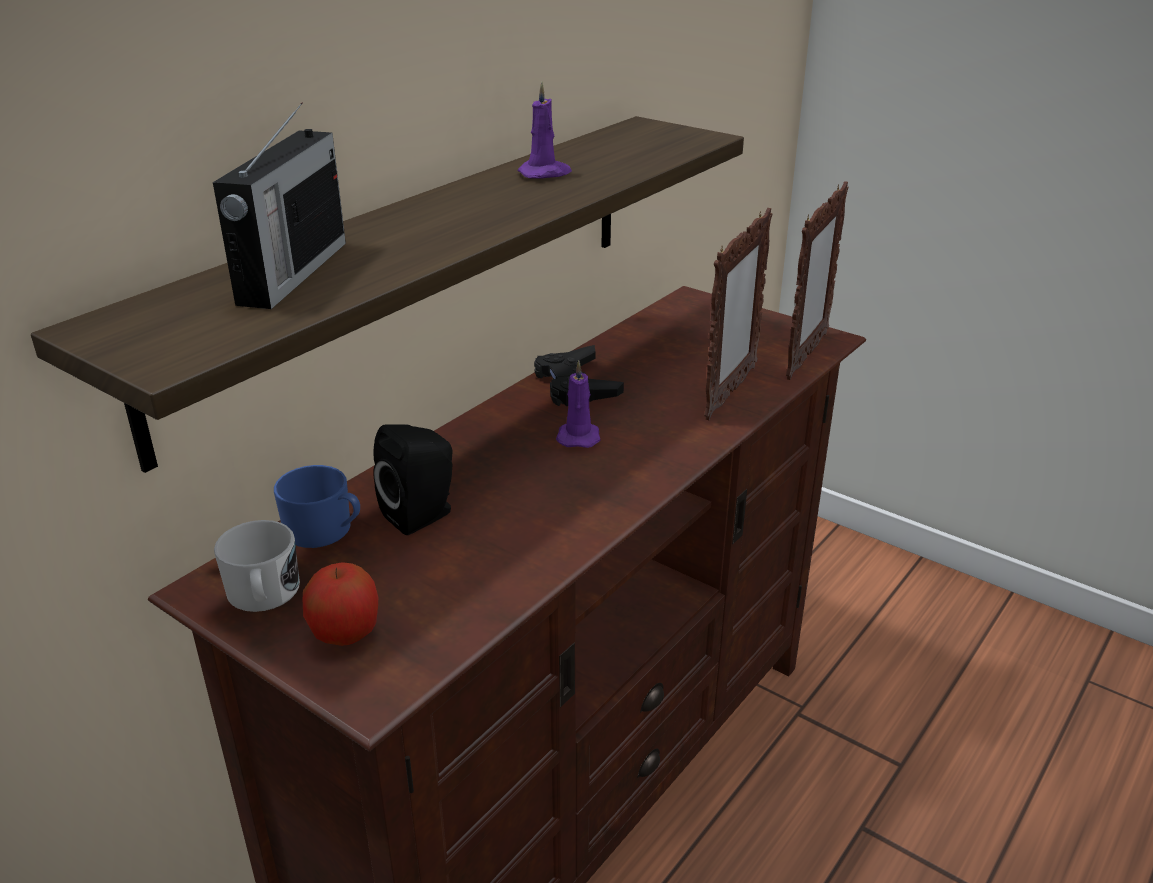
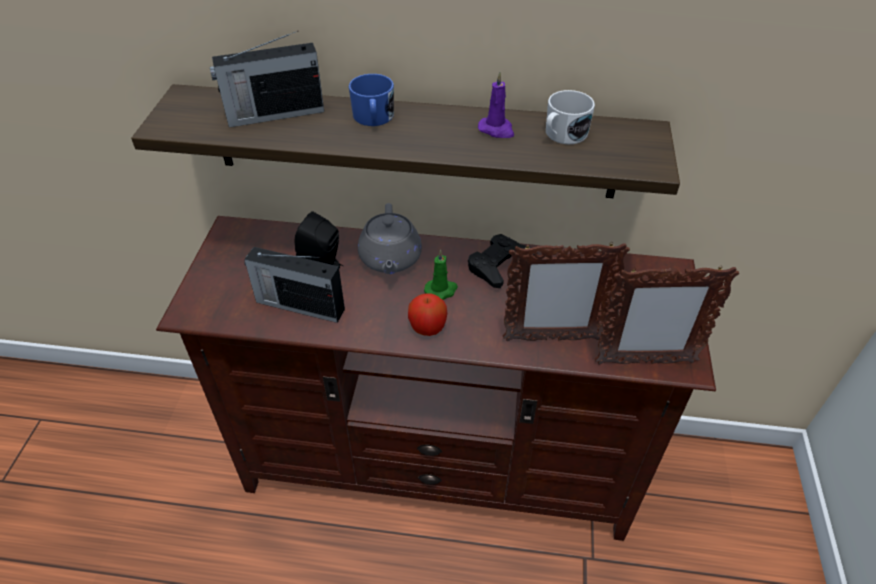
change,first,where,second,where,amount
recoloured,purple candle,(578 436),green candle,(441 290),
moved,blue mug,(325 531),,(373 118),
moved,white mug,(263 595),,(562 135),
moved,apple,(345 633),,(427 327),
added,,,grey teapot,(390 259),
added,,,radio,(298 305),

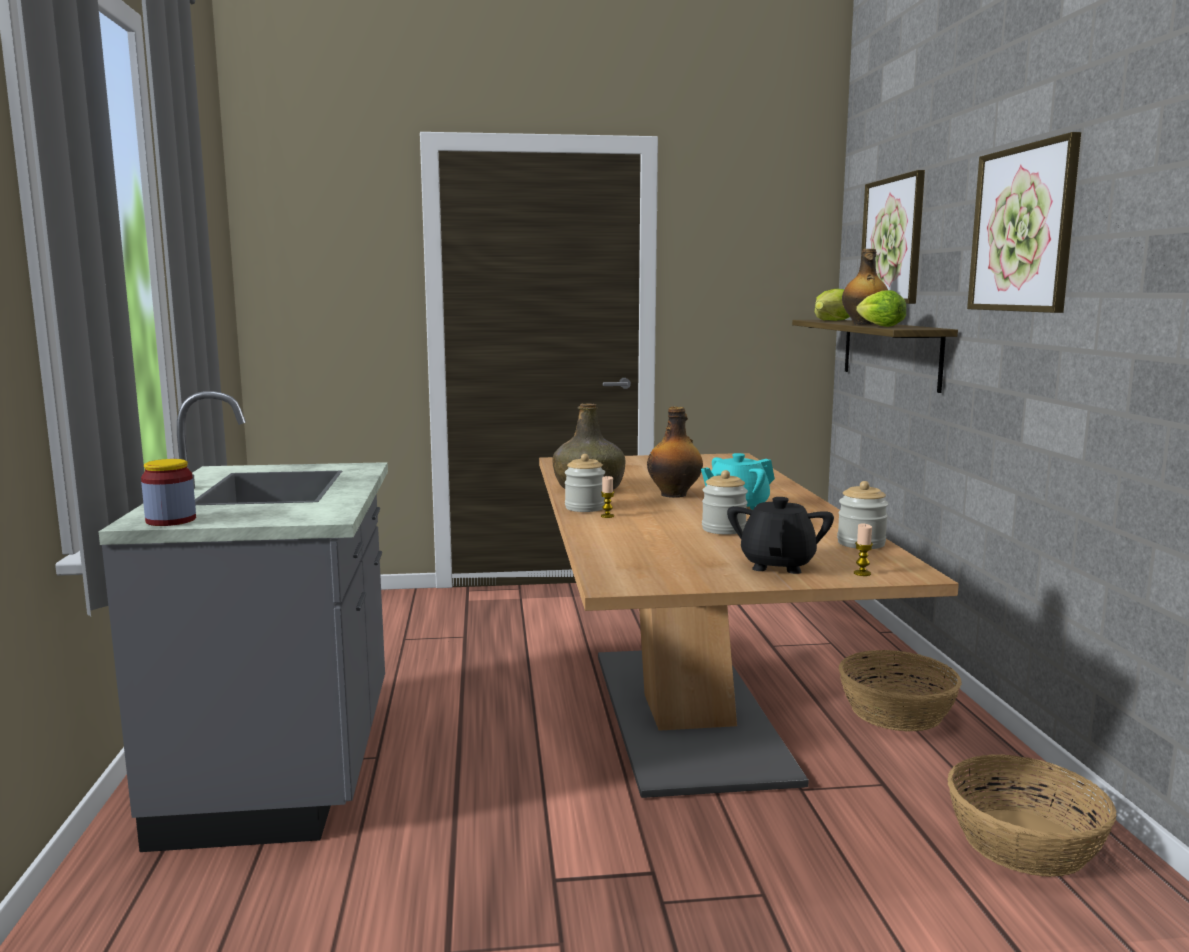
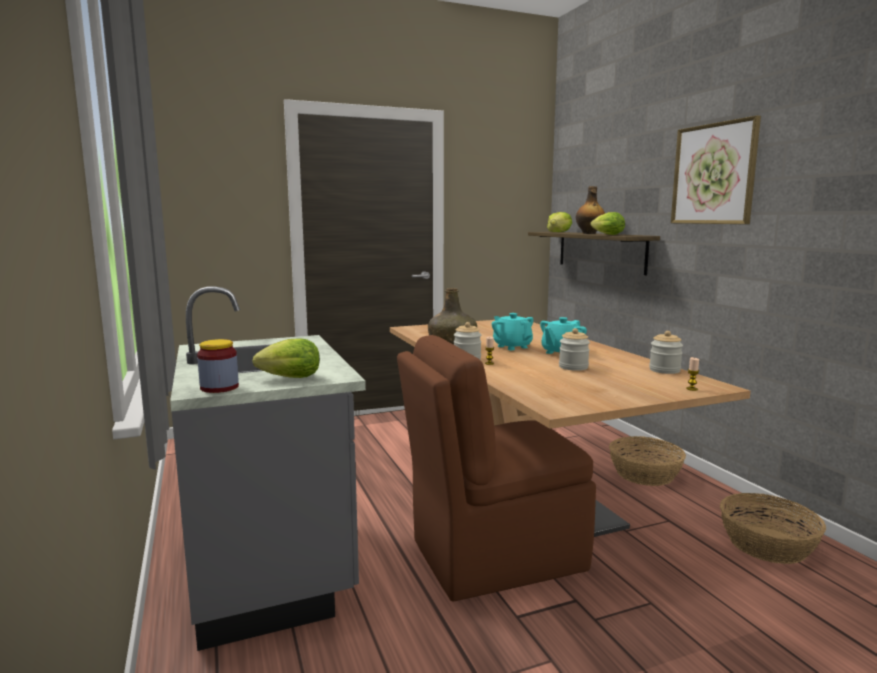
change,first,where,second,where,amount
removed,picture,(892 241),,,
replaced,bottle,(674 494),turquoise teapot,(512 346),
removed,black teapot,(778 565),,,
added,,,brown chair,(493 555),
added,,,lettuce,(287 378),

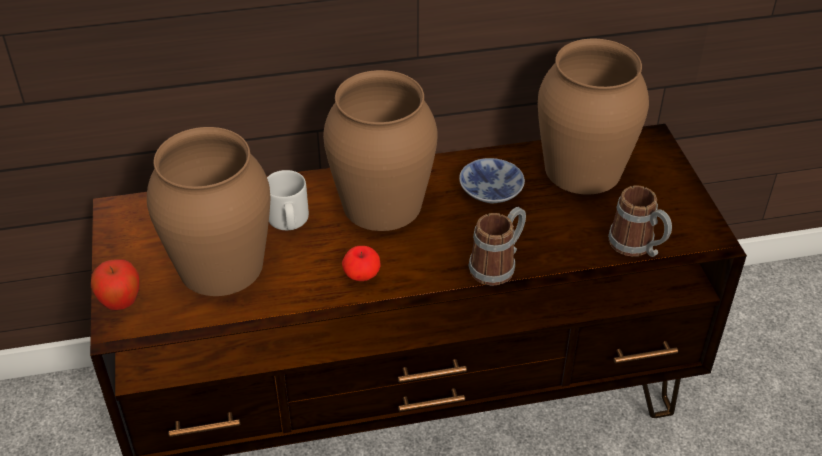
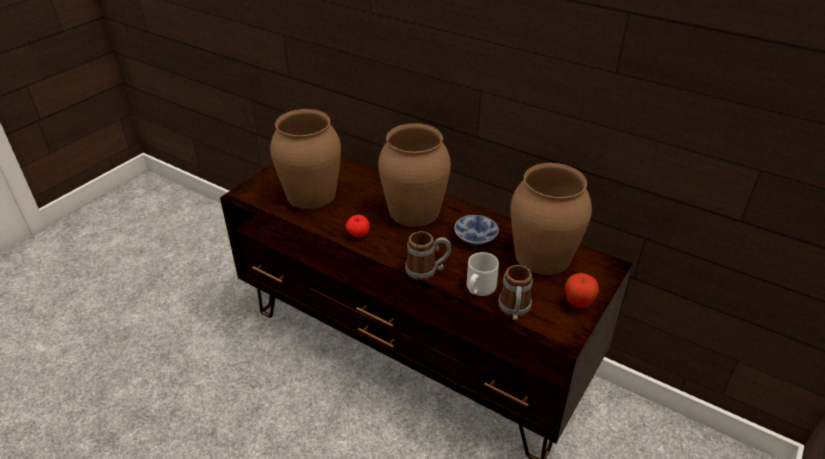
change,first,where,second,where,amount
moved,grey mug,(288 221),,(479 288),
moved,apple,(121 303),,(578 304),

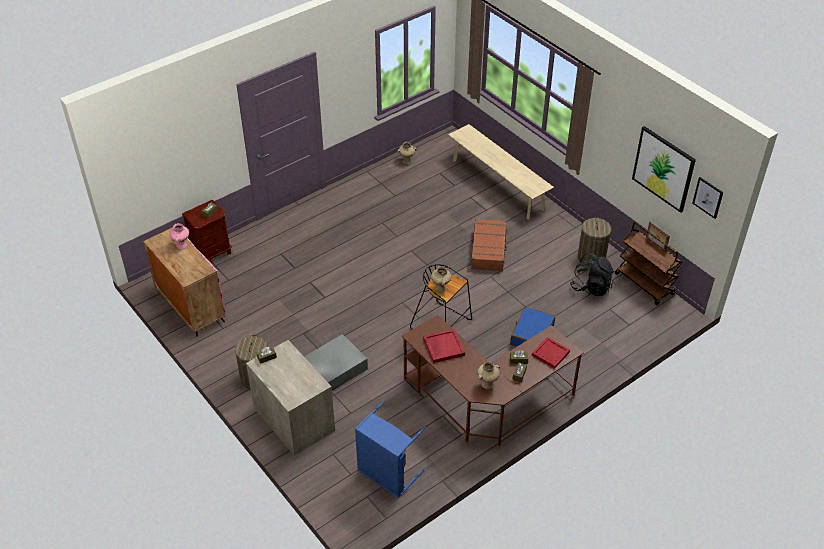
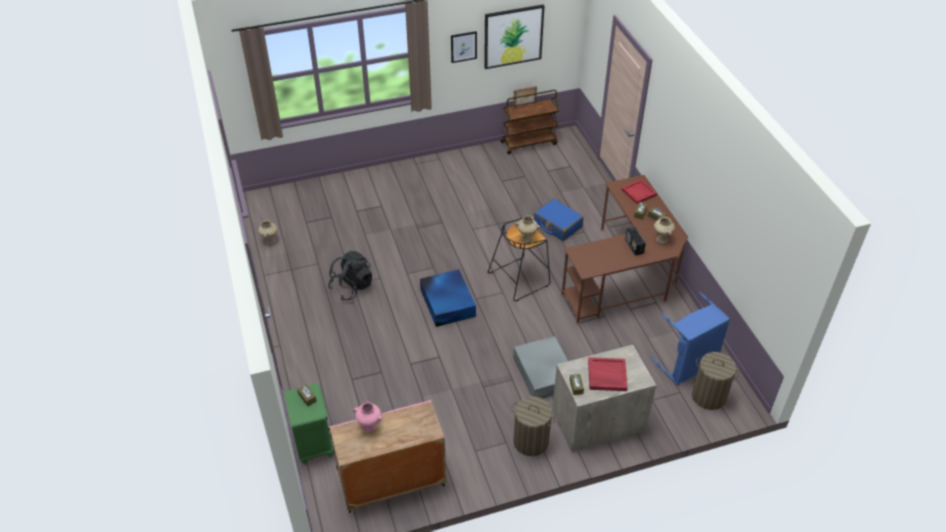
change,first,where,second,where,amount
removed,beige bench,(497 184),,,
moved,picture,(708 197),,(463 46),
recoloured,brown nightstand,(212 253),green nightstand,(314 444),
moved,laundry basket,(591 257),,(709 396),
removed,brown suitcase,(489 250),,,
moved,black backpack,(591 287),,(351 287),
moved,red tray,(443 347),,(606 376),
added,,,radio,(634 247),
added,,,blue storage box,(447 302),

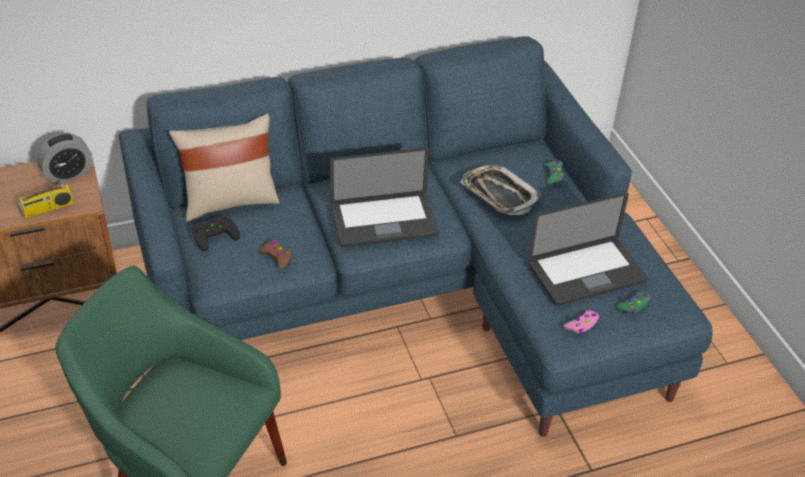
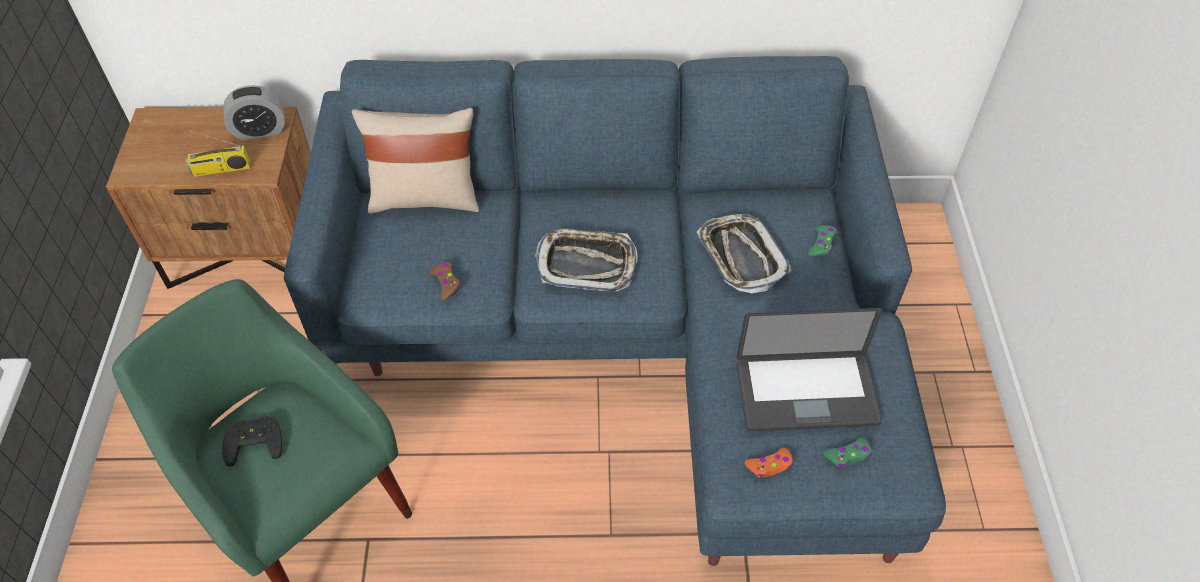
change,first,where,second,where,amount
replaced,laptop,(384 222),tray,(586 264),
moved,black game controller,(214 233),,(255 439),
recoloured,pink game controller,(582 325),orange game controller,(769 466),

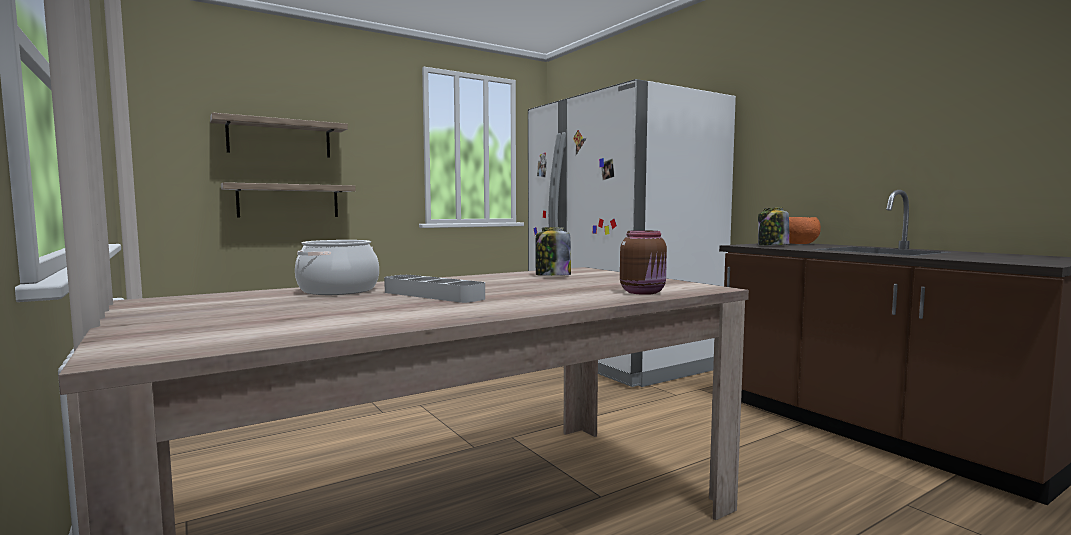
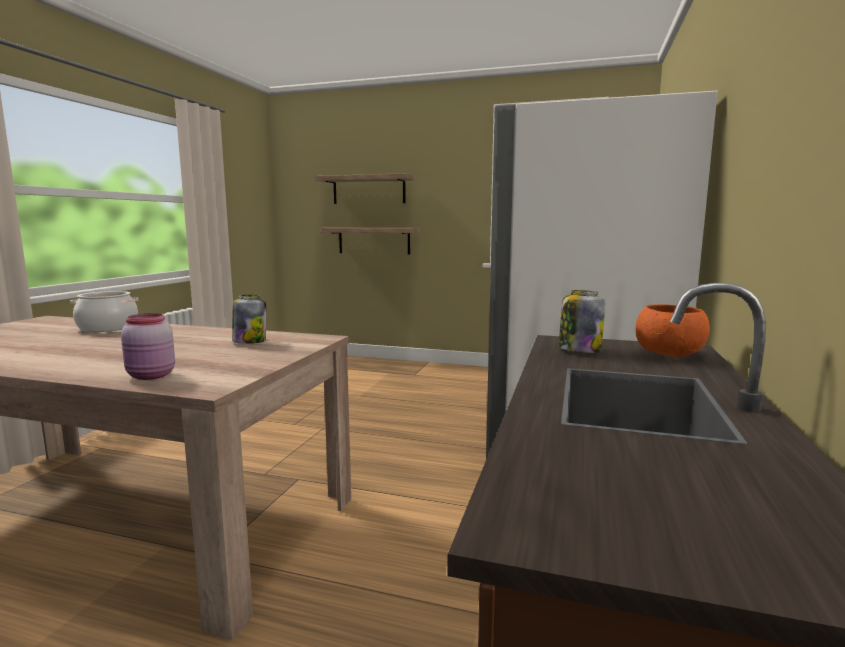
change,first,where,second,where,amount
recoloured,brown jar,(644 292),pink jar,(151 376),
removed,grey tray,(433 295),,,

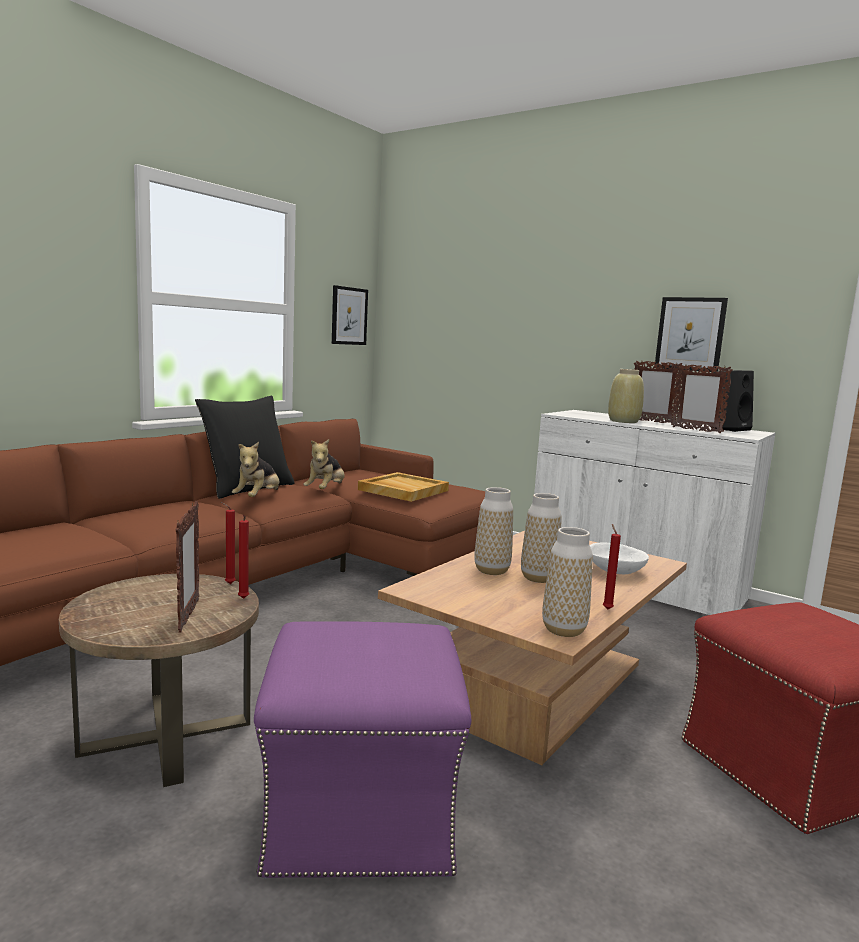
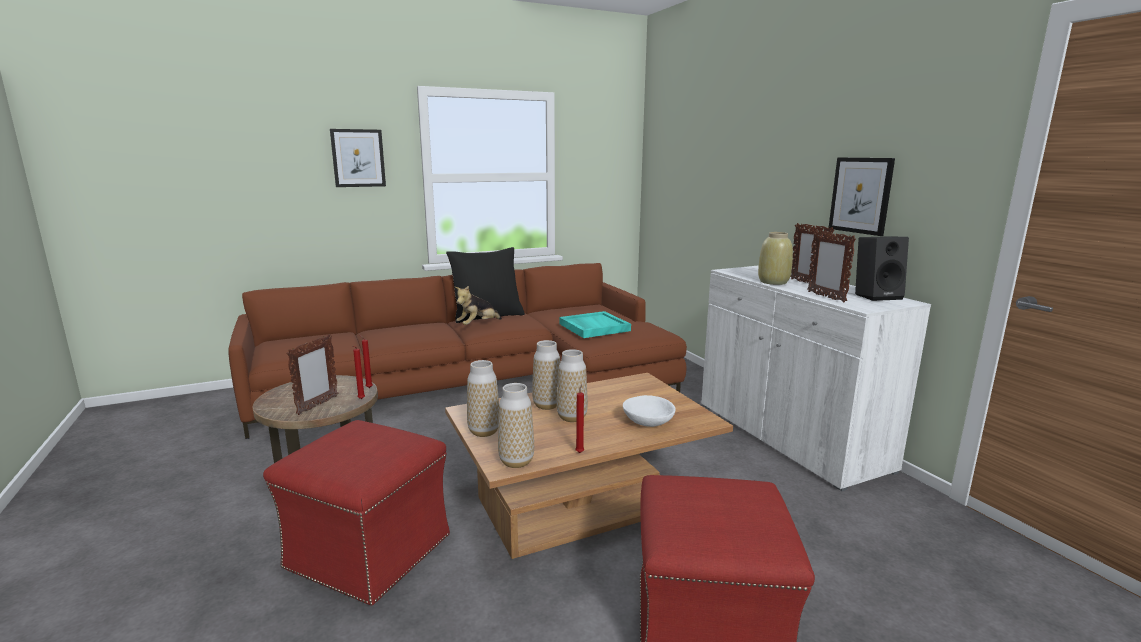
change,first,where,second,where,amount
moved,picture,(349 316),,(358 158),
removed,plush toy,(325 490),,,
recoloured,beige tray,(402 490),turquoise tray,(593 327),
recoloured,purple ottoman,(357 813),red ottoman,(367 551),
added,,,vase,(484 431),

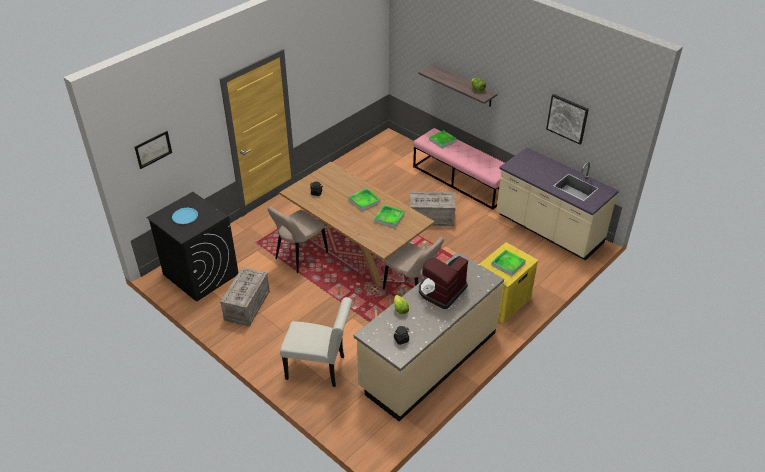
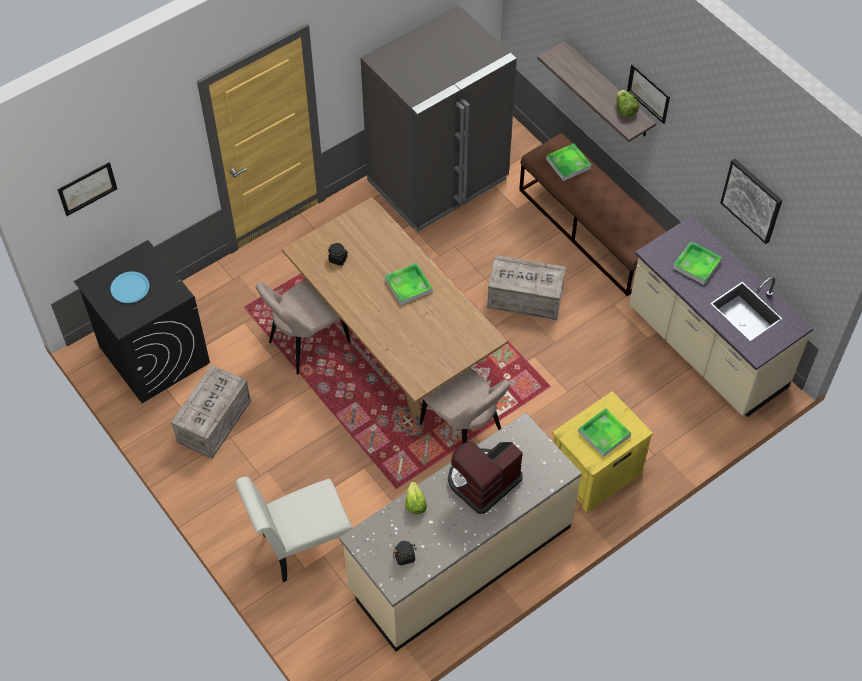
change,first,where,second,where,amount
recoloured,pink bench,(461 180),brown bench,(591 230),
moved,tray,(389 218),,(696 265),
turned,white chair,(319 368),,(300 547),135 degrees clockwise
added,,,grey fridge,(438 180),
added,,,picture,(648 93),

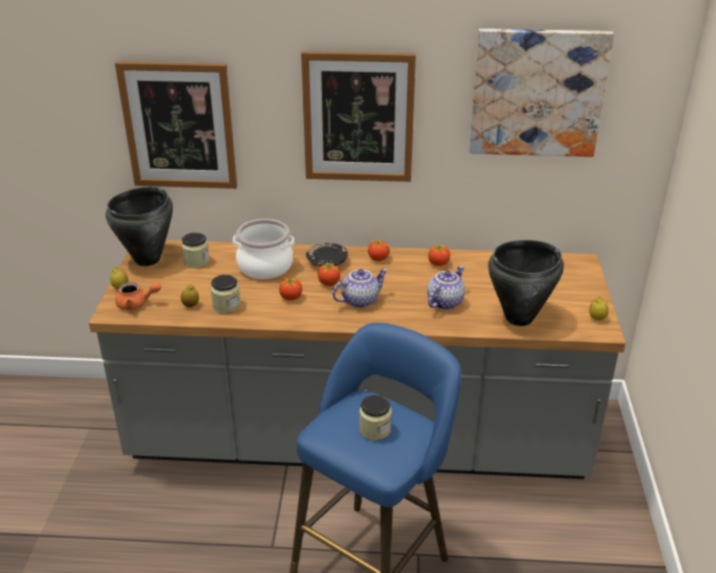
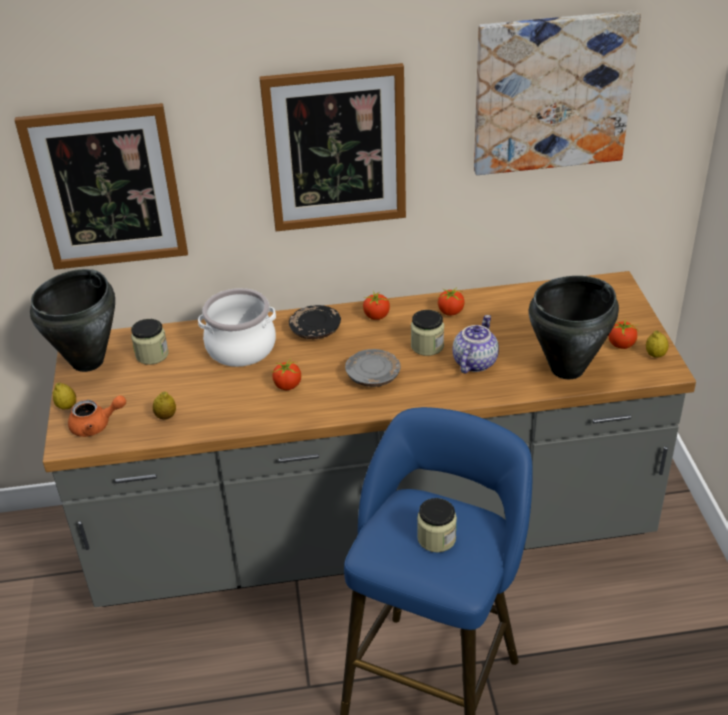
change,first,where,second,where,amount
moved,tomato,(328 283),,(620 345),
replaced,teapot,(360 300),grey plate,(373 376),
moved,jar,(226 306),,(427 346),

